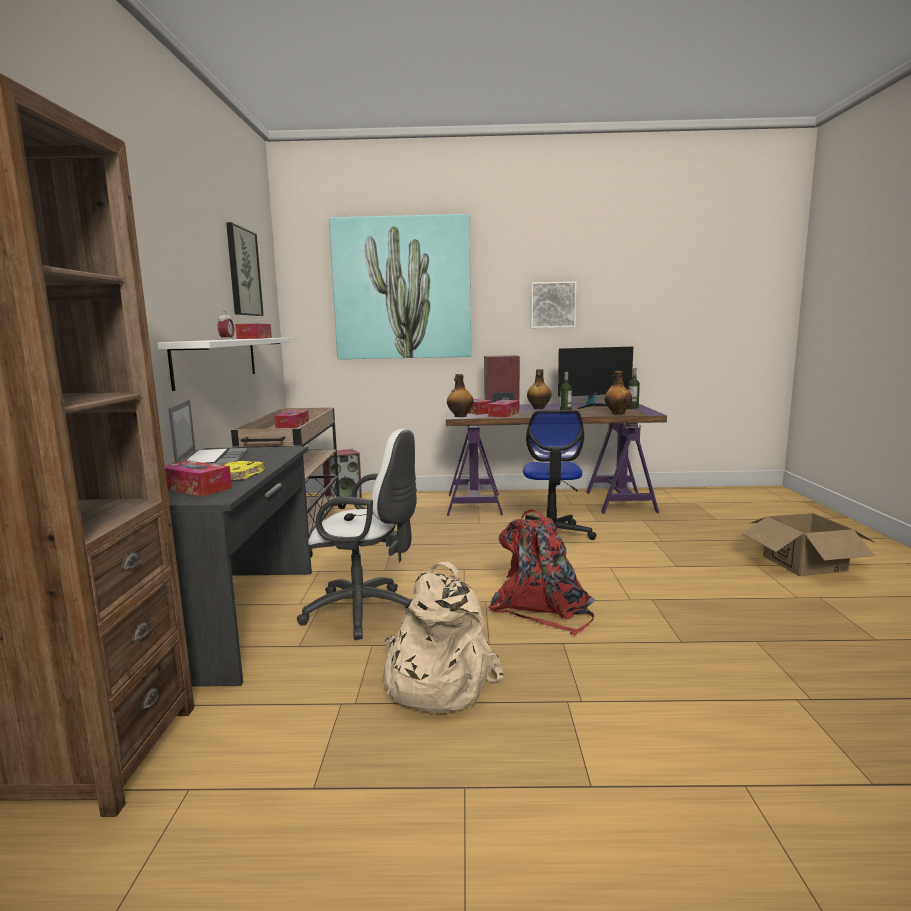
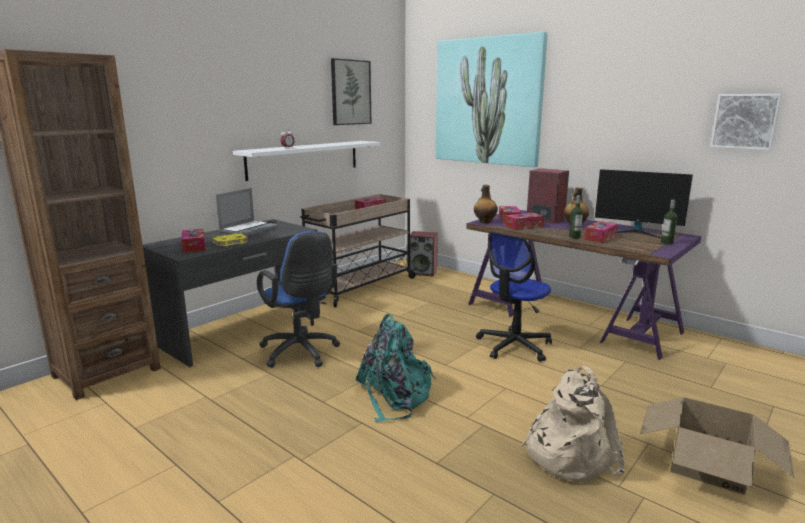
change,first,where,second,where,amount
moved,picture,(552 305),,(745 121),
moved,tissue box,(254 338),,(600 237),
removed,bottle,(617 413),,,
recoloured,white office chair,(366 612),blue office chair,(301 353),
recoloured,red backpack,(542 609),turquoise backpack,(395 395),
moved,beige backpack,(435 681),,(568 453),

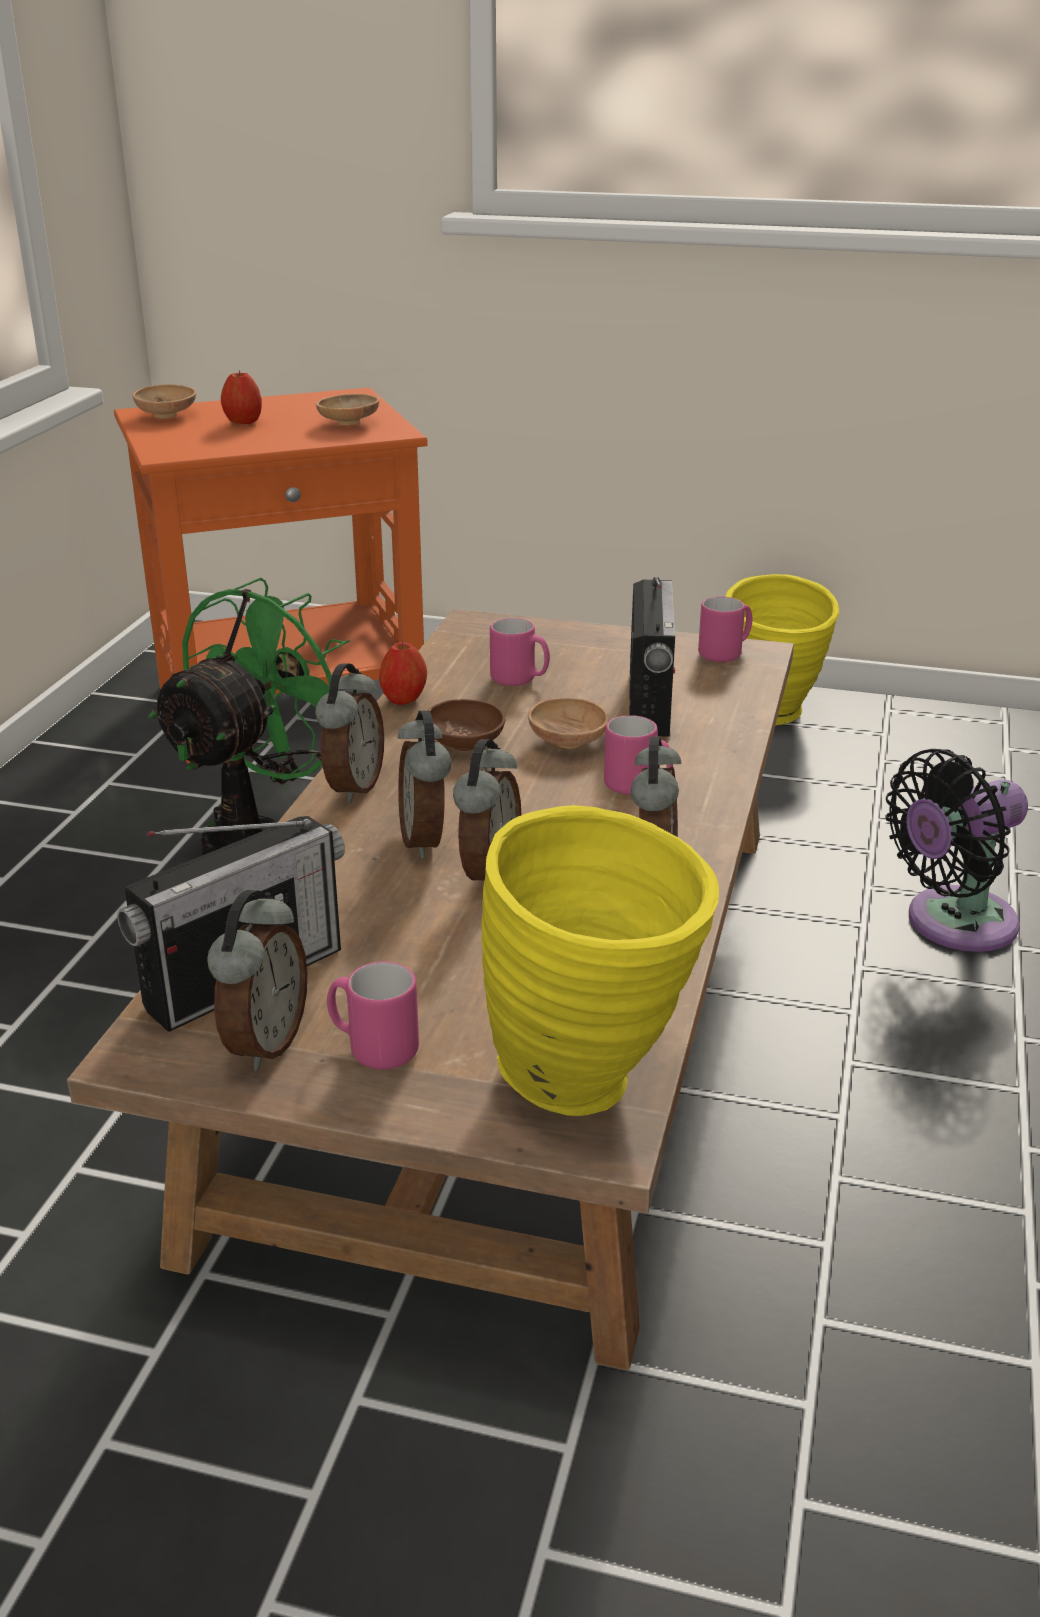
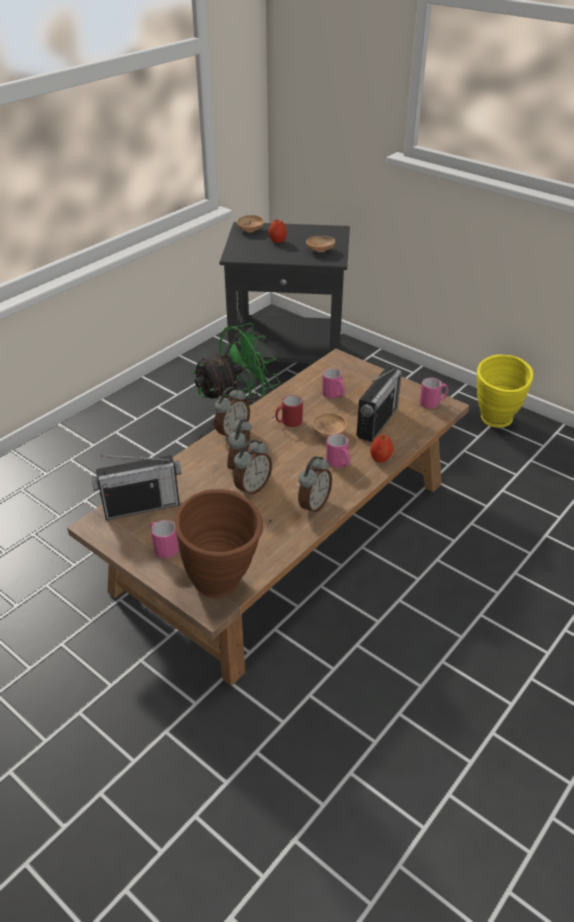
change,first,where,second,where,amount
recoloured,orange side table,(293 705),black side table,(288 362),
moved,apple,(404 700),,(380 459),
replaced,brown bowl,(465 743),red mug,(288 423),
removed,black fan,(952 924),,,
recoloured,yellow vase,(595 1083),brown vase,(224 587),
removed,alarm clock,(264 1043),,,

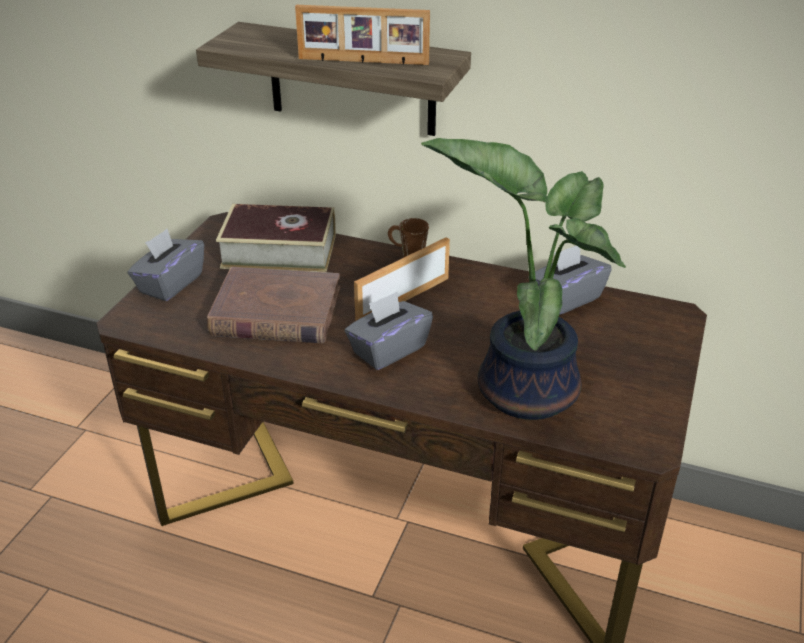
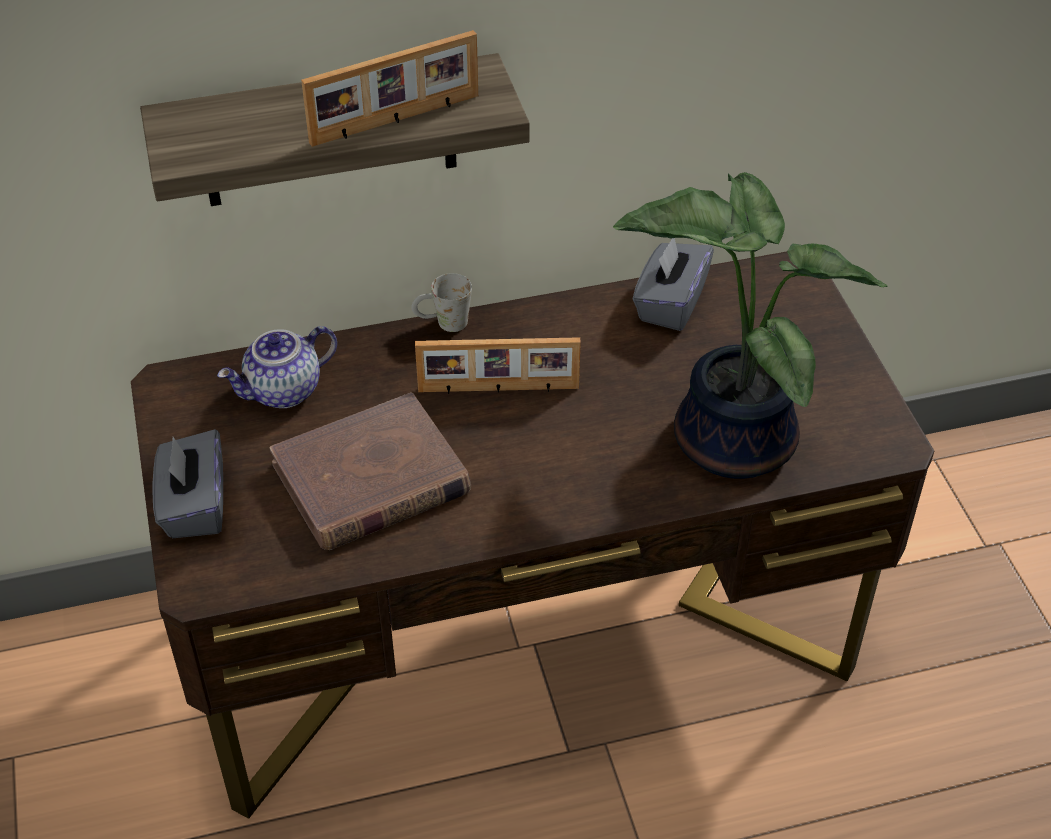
change,first,where,second,where,amount
replaced,book,(279 251),teapot,(284 392),
recoloured,brown mug,(407 254),white mug,(443 323),
turned,picture frame,(402 299),,(498 390),105 degrees counterclockwise
removed,grey tissue box,(388 350),,,

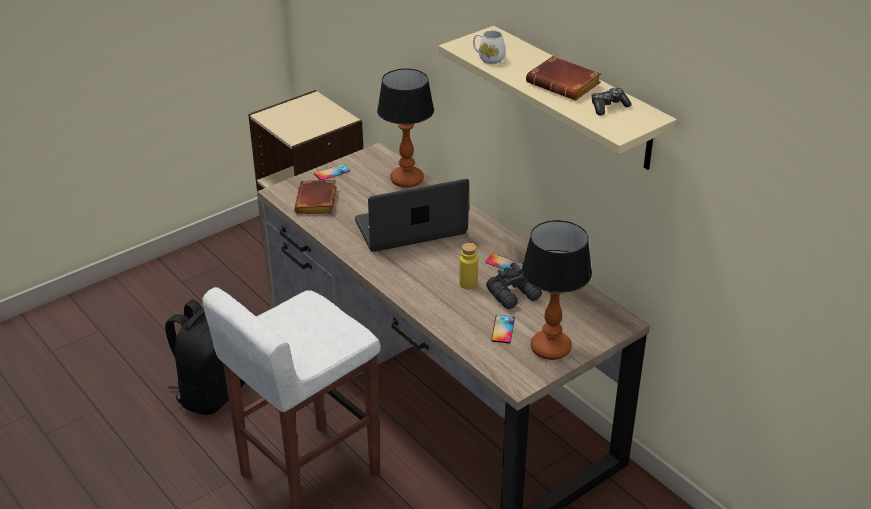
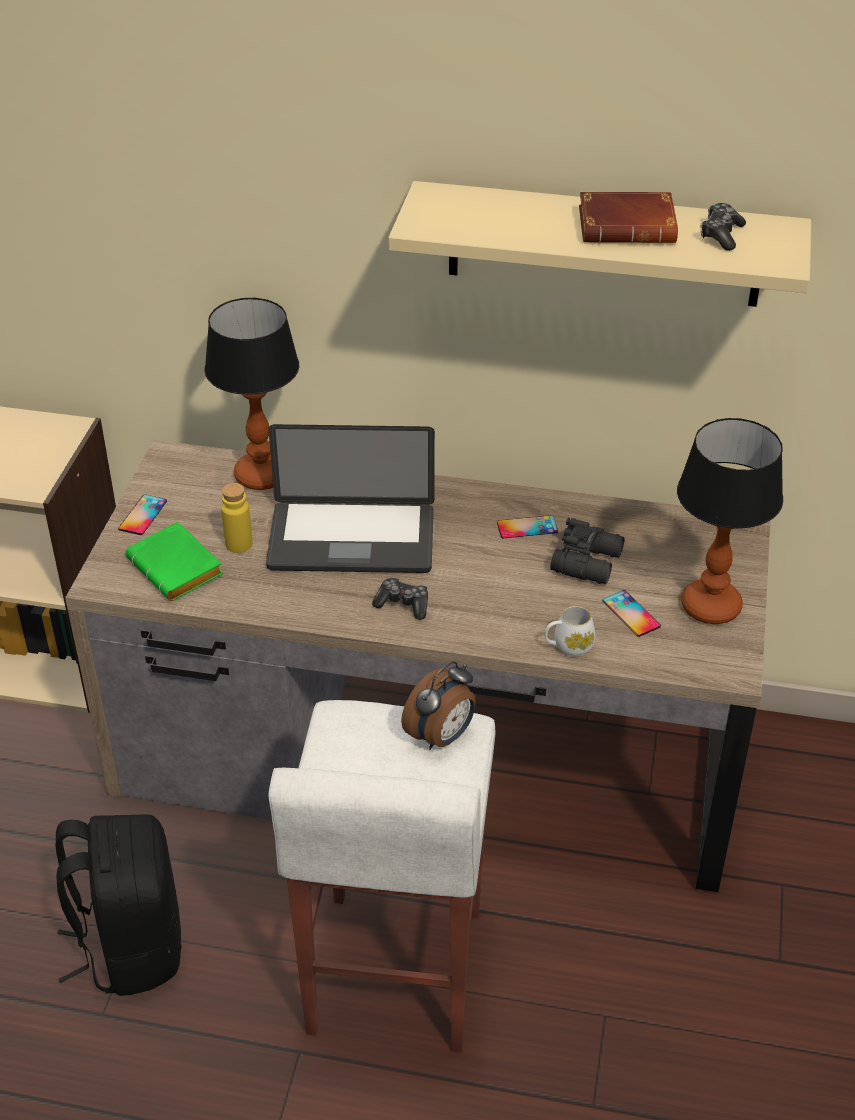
change,first,where,second,where,amount
moved,white mug,(488 58),,(568 646),
turned,laptop,(410 228),,(351 540),120 degrees counterclockwise
recoloured,brown book,(317 202),green book,(179 569),
moved,yellow bottle,(468 284),,(239 544),
added,,,game controller,(403 604),
added,,,alarm clock,(441 737),

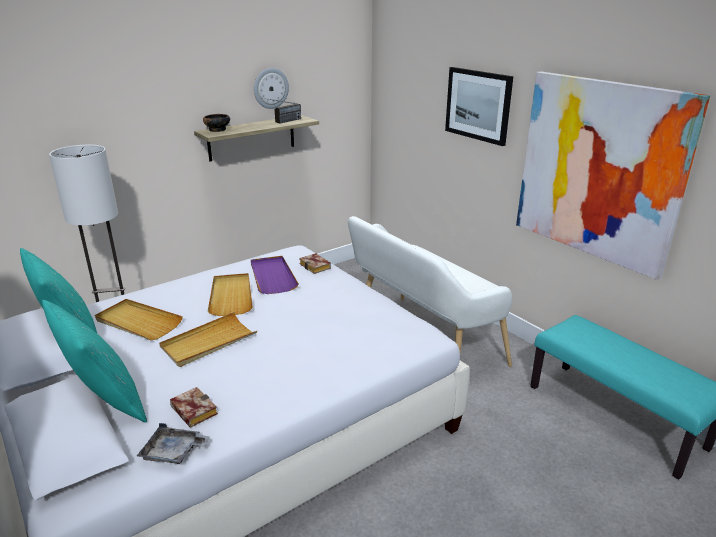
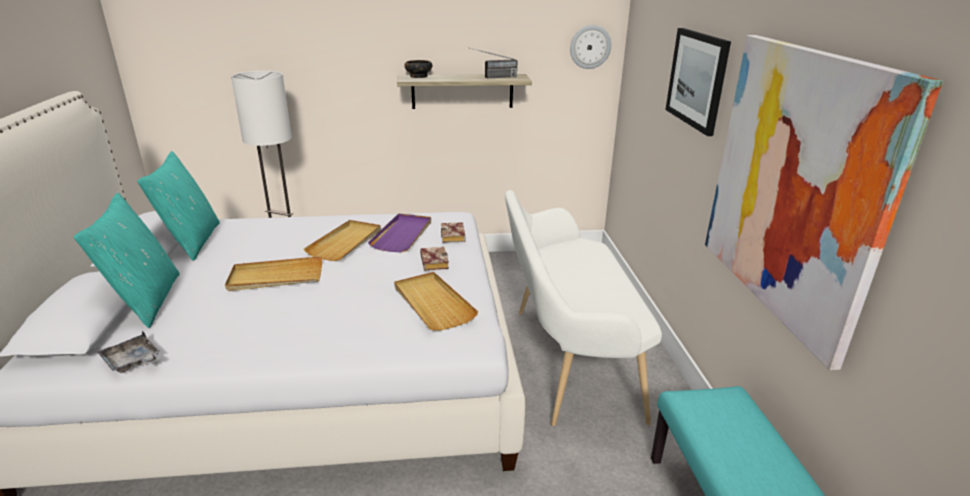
change,first,where,second,where,amount
moved,wall clock,(270 88),,(590 47),
moved,beige tray,(138 322),,(432 303),
moved,book,(192 410),,(433 261),

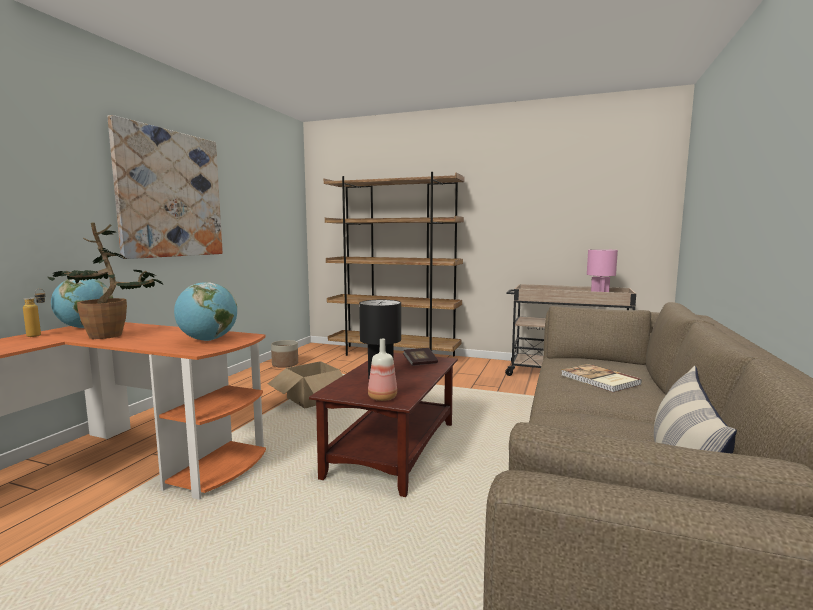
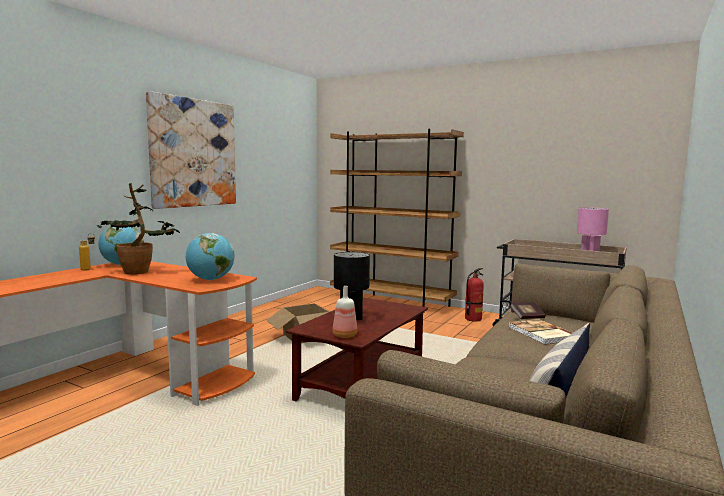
change,first,where,second,where,amount
removed,planter,(285 364),,,
moved,book,(420 363),,(527 317),
added,,,fire extinguisher,(473 319),

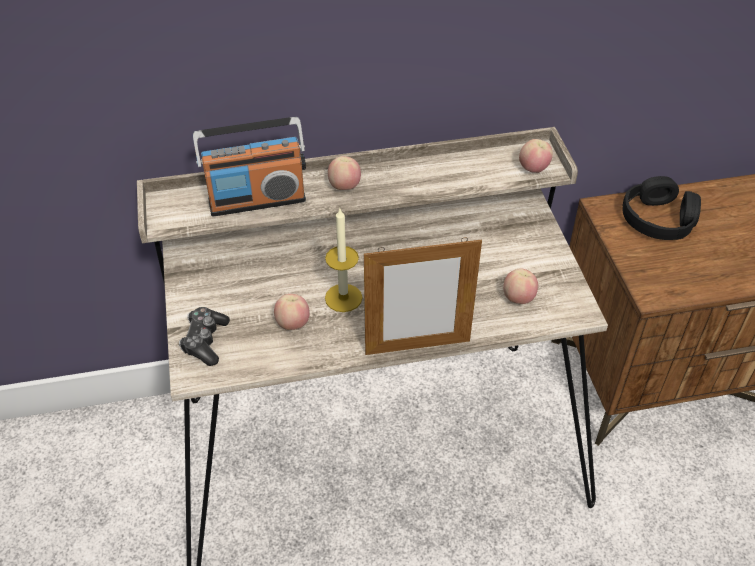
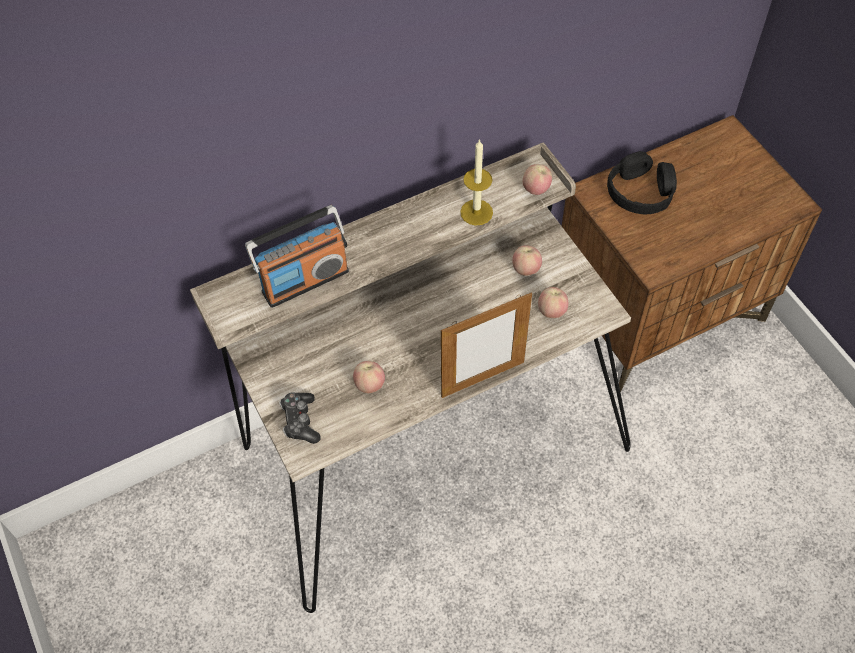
change,first,where,second,where,amount
moved,apple,(344 187),,(525 269),
moved,candle,(343 298),,(476 212),

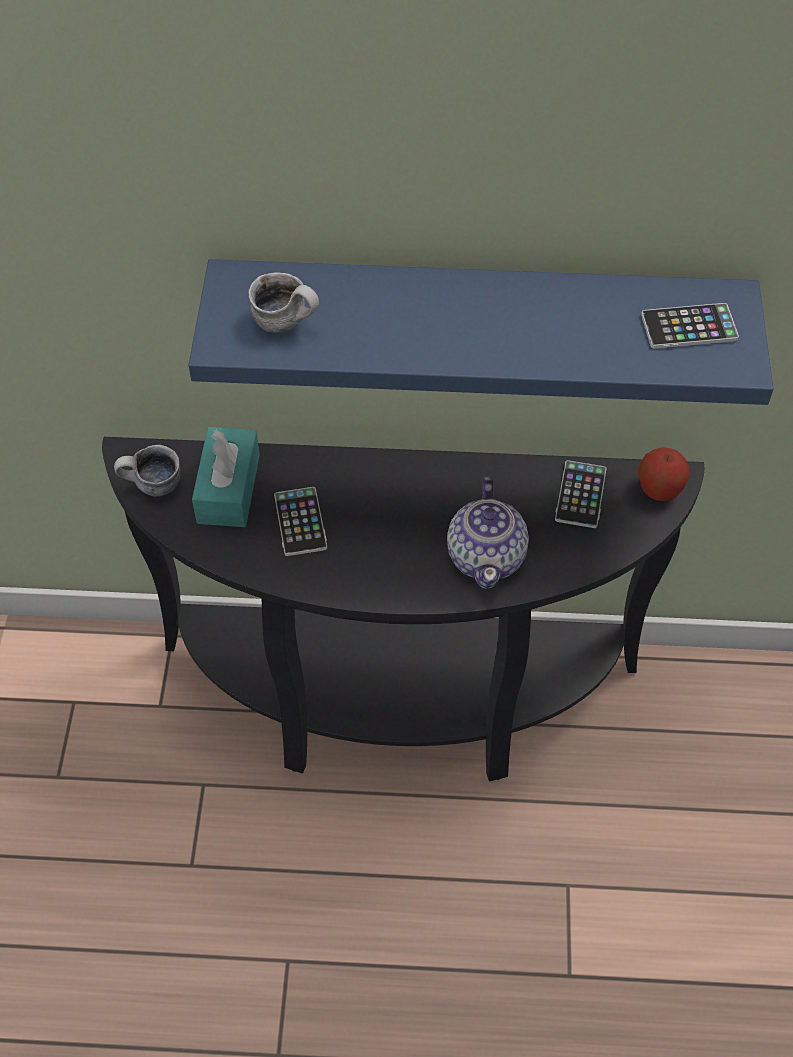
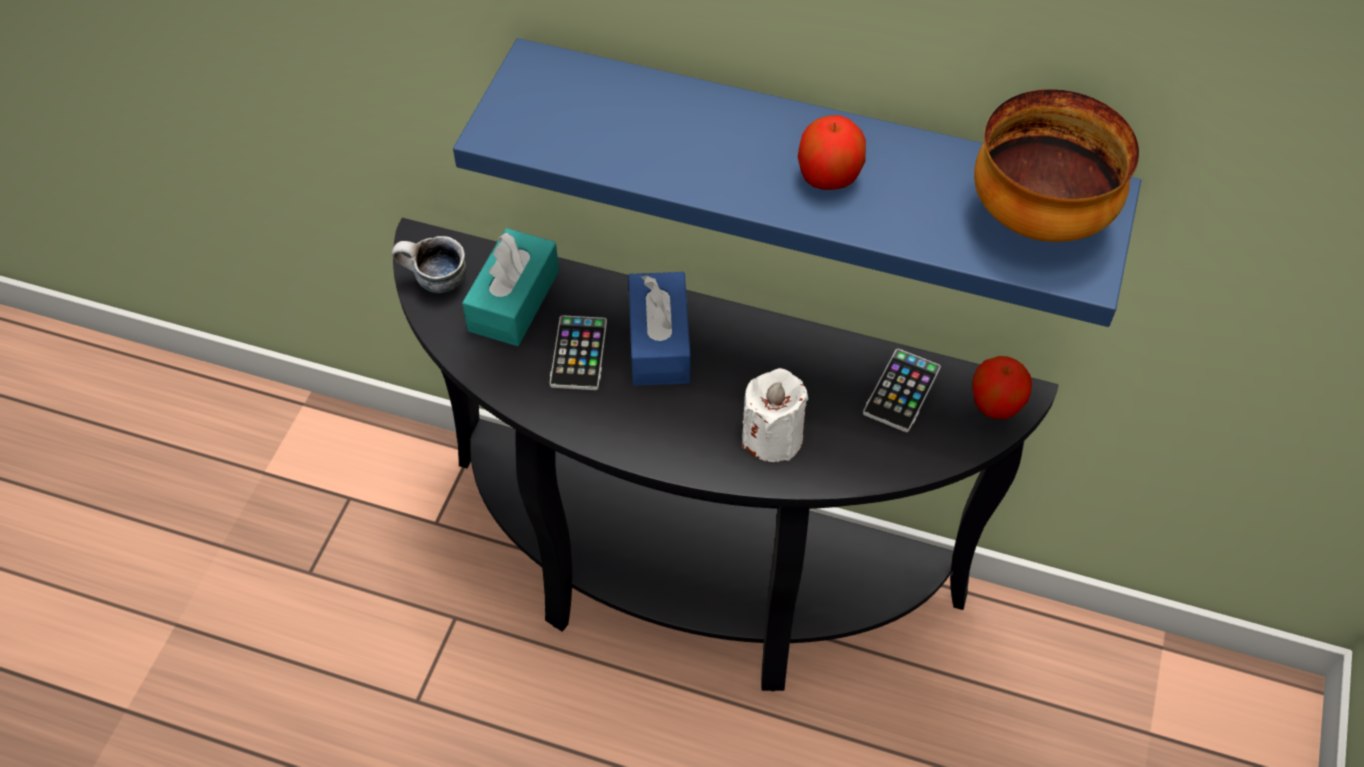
change,first,where,second,where,amount
removed,mug,(287 322),,,
replaced,phone,(689 327),bowl,(1037 217),
replaced,teapot,(487 556),white candle,(772 437),
added,,,apple,(828 177),
added,,,blue tissue box,(659 342),

